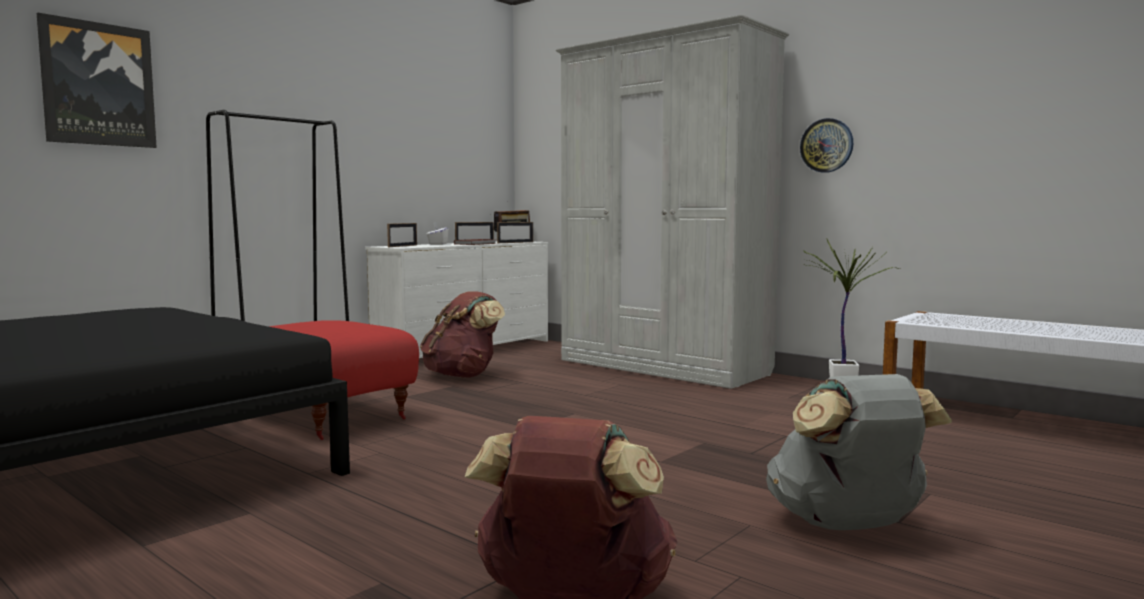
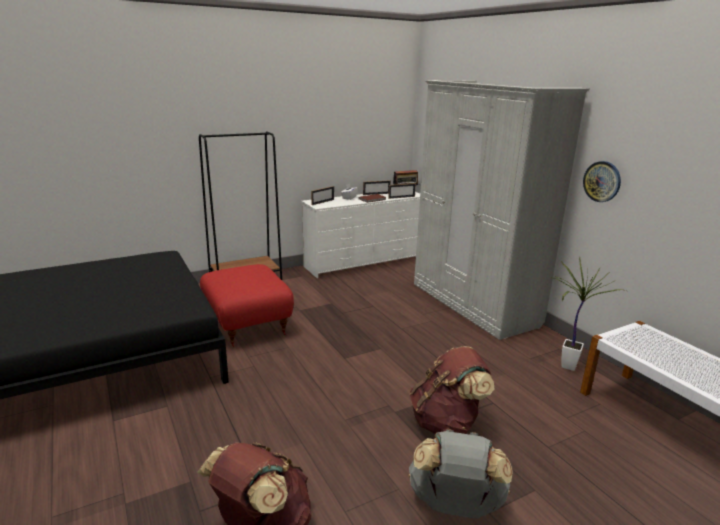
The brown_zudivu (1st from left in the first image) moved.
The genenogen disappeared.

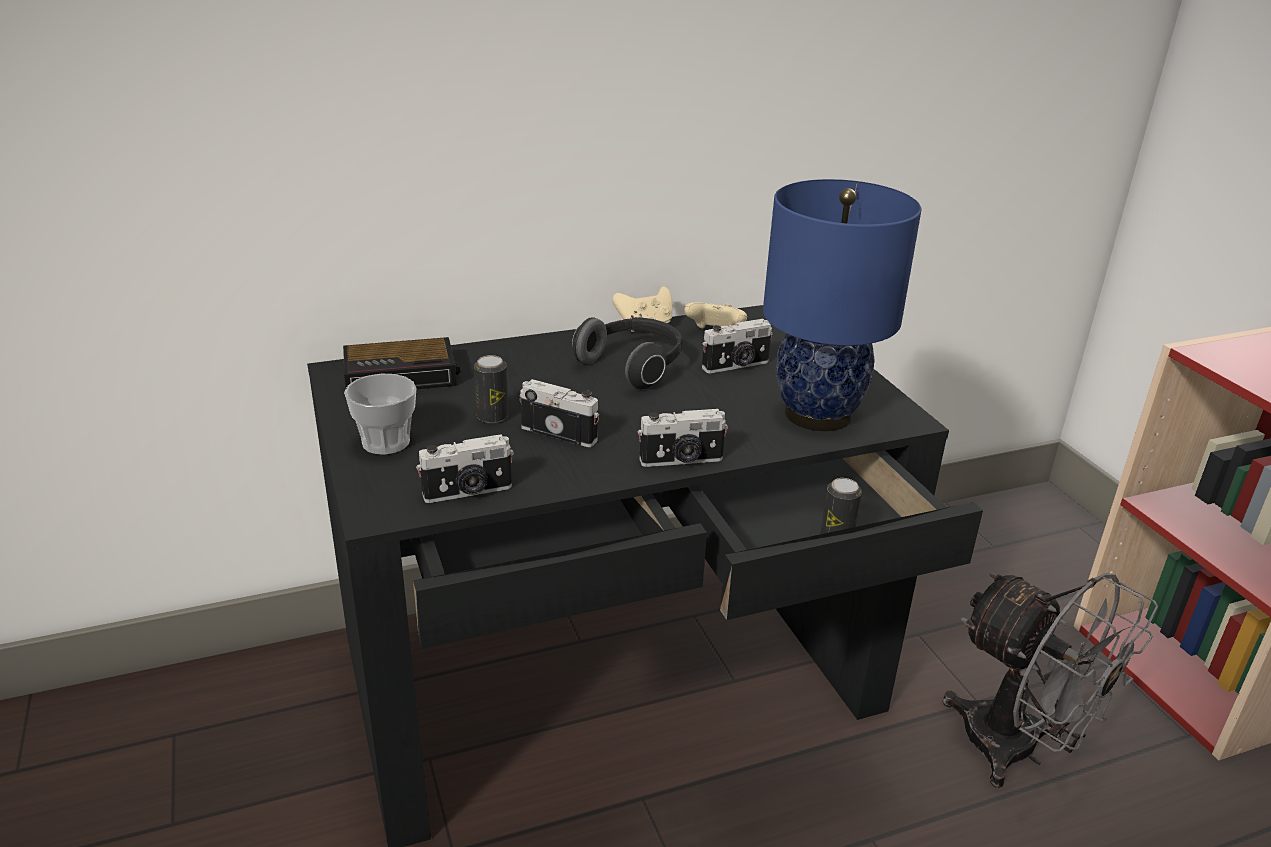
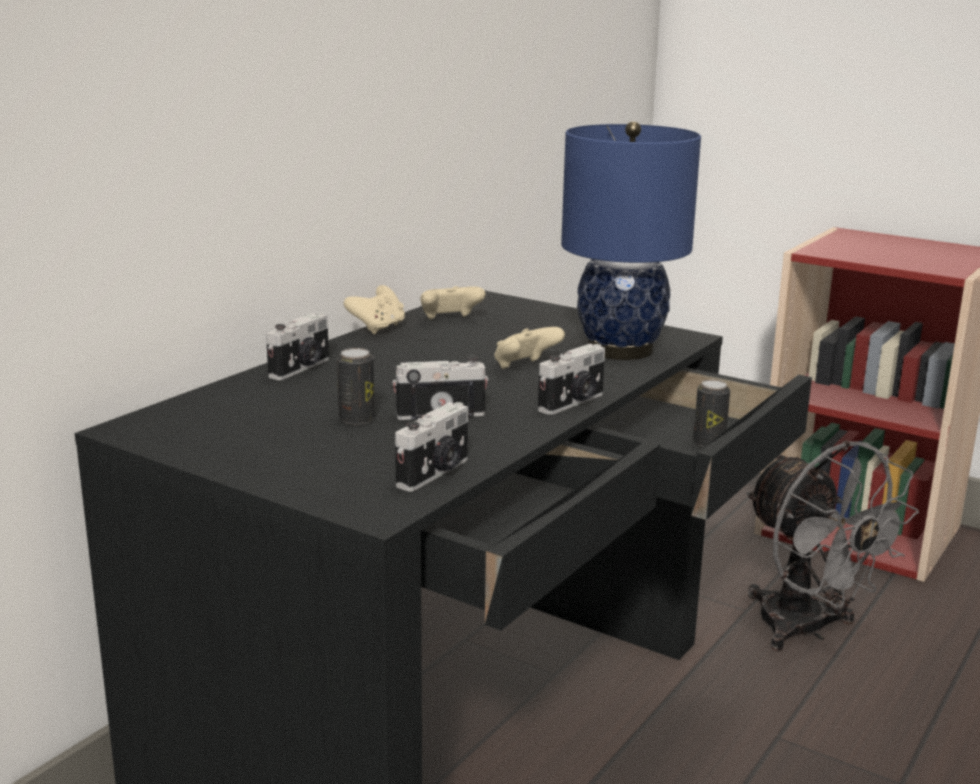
The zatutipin (4th from left in the first image) moved.
The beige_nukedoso (3rd from left) appeared.
The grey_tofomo turned 45 degrees clockwise.
The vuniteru disappeared.
The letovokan disappeared.
The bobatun disappeared.

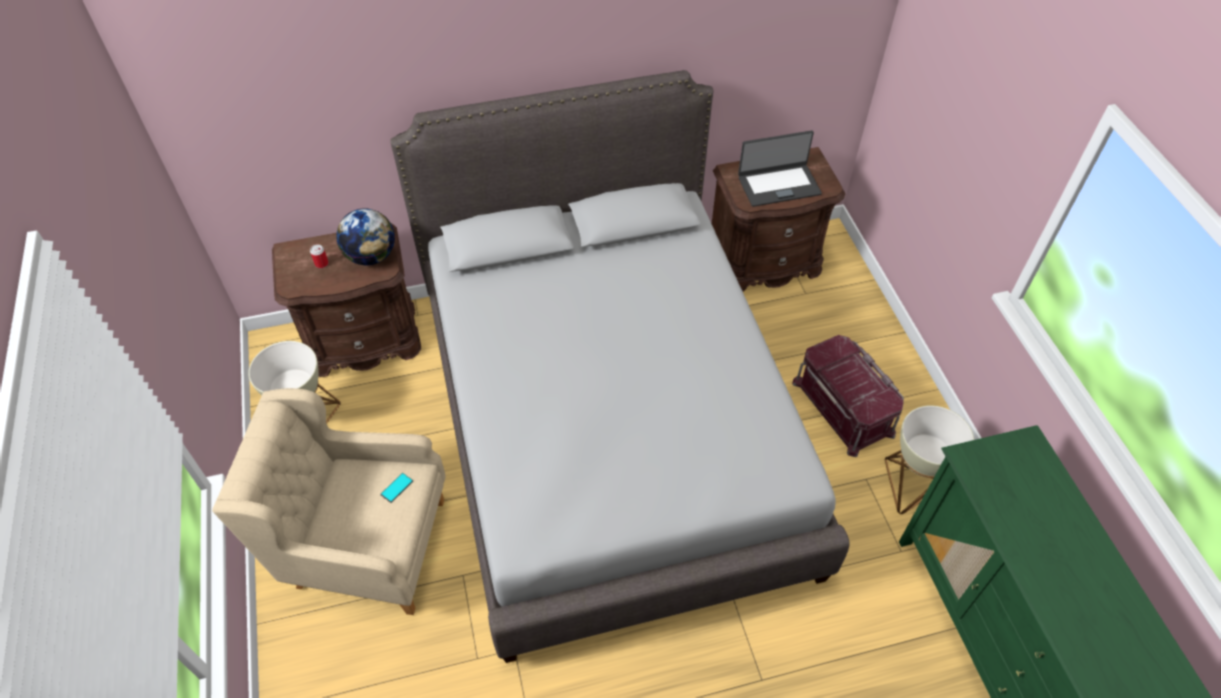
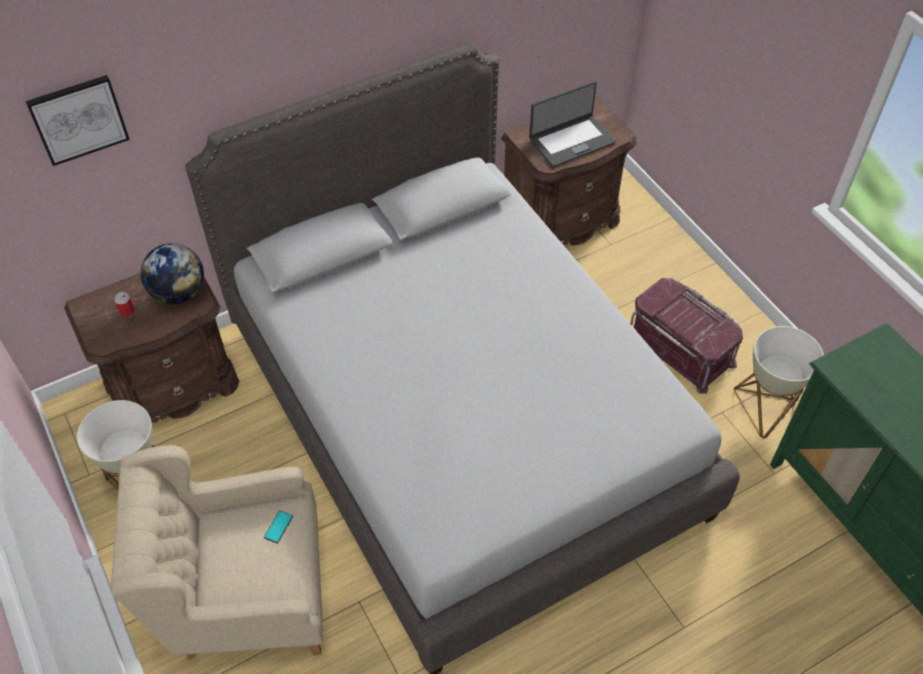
The genenogen appeared.

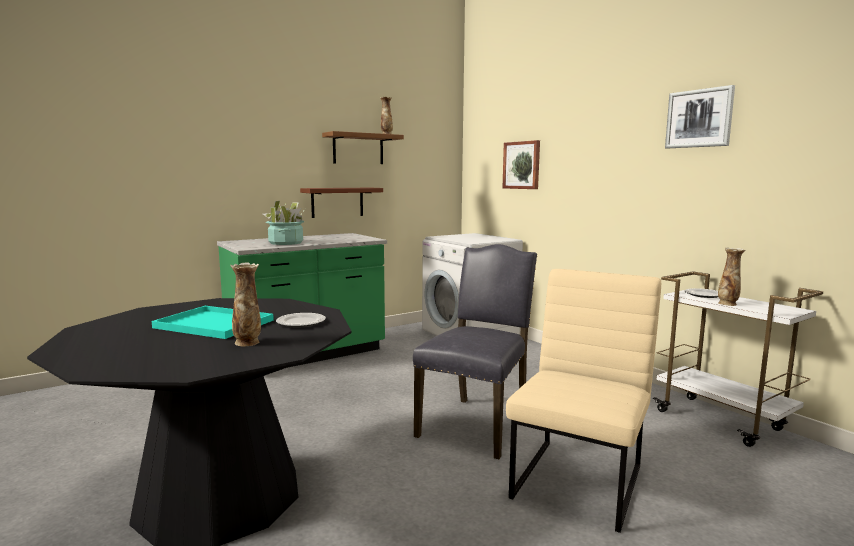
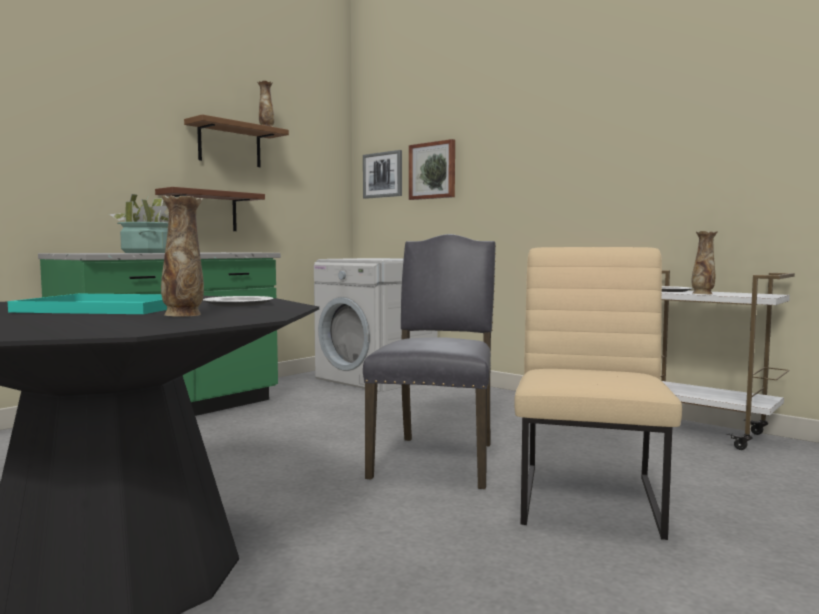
The genenogen (2nd from left in the first image) moved.

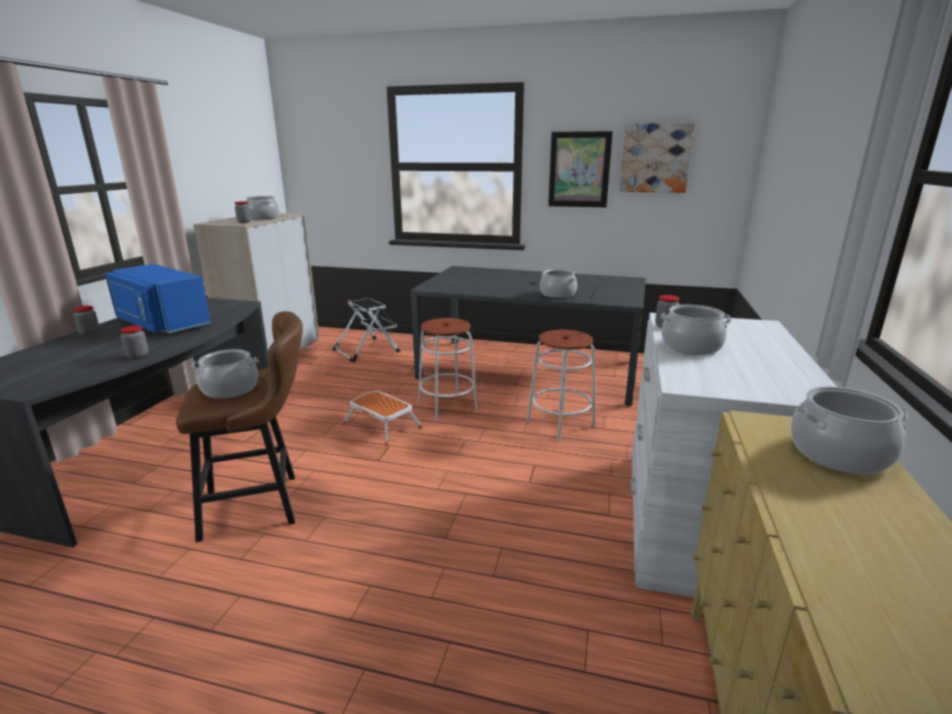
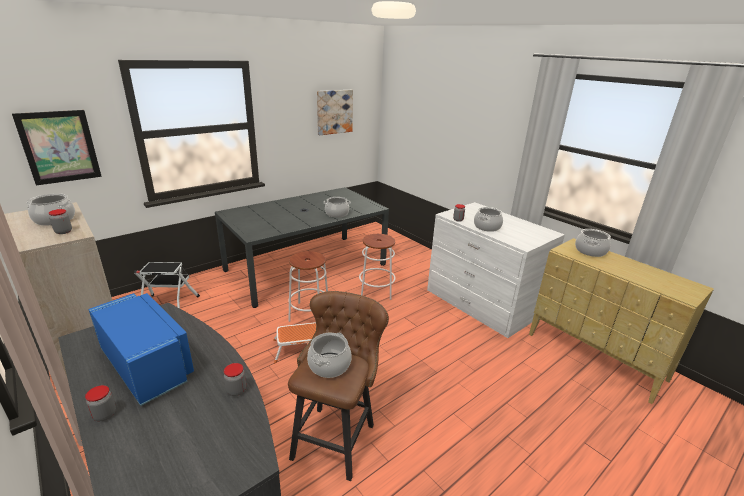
The genenogen (1st from left) moved.
The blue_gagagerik turned 120 degrees counterclockwise.

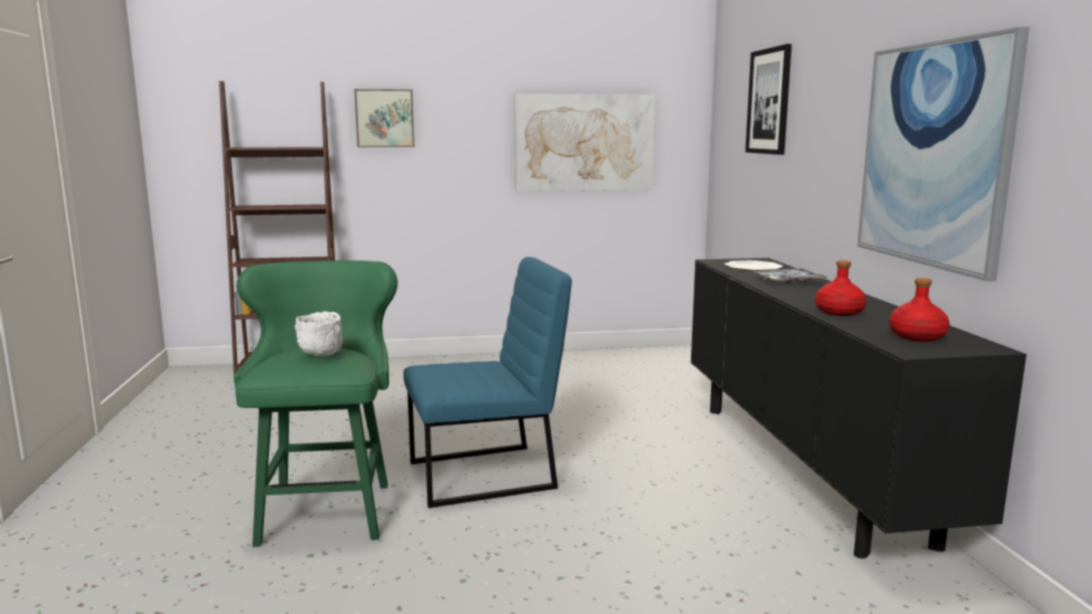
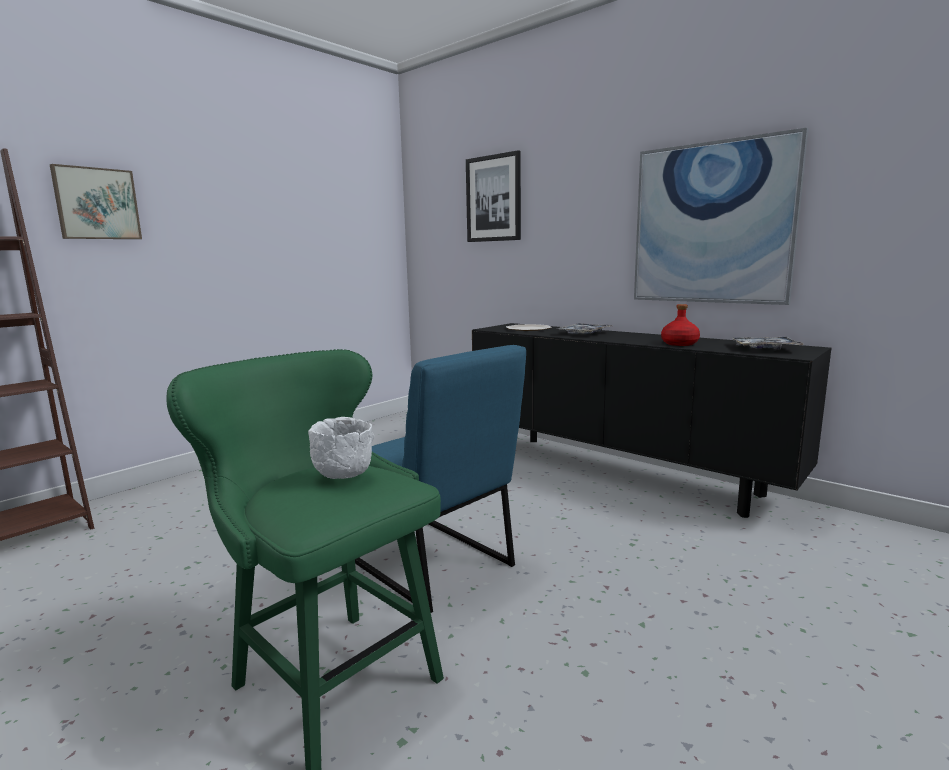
The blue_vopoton turned 105 degrees clockwise.
The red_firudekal (2nd from left) was replaced by the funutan (2nd from left).
The genenogen (2nd from left) disappeared.

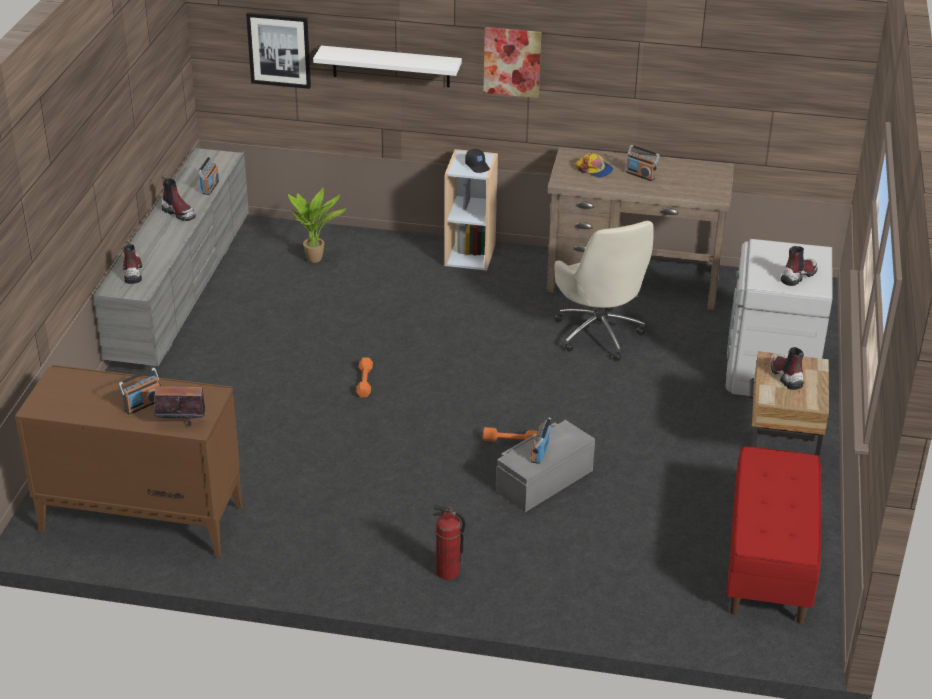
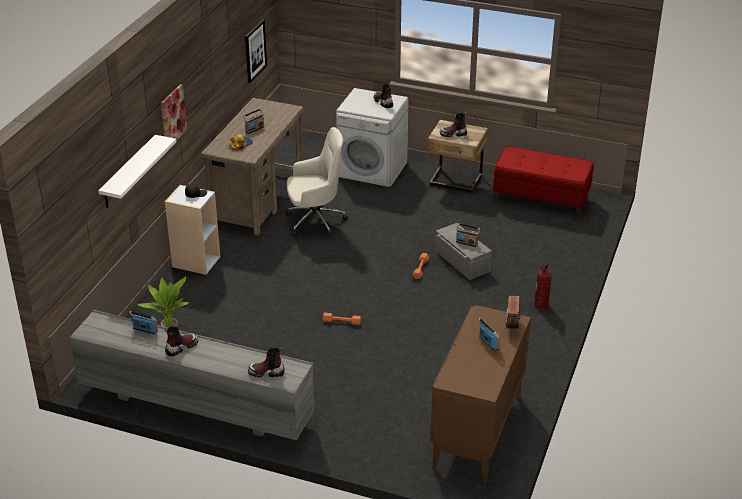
The genenogen (1st from left in the first image) moved.

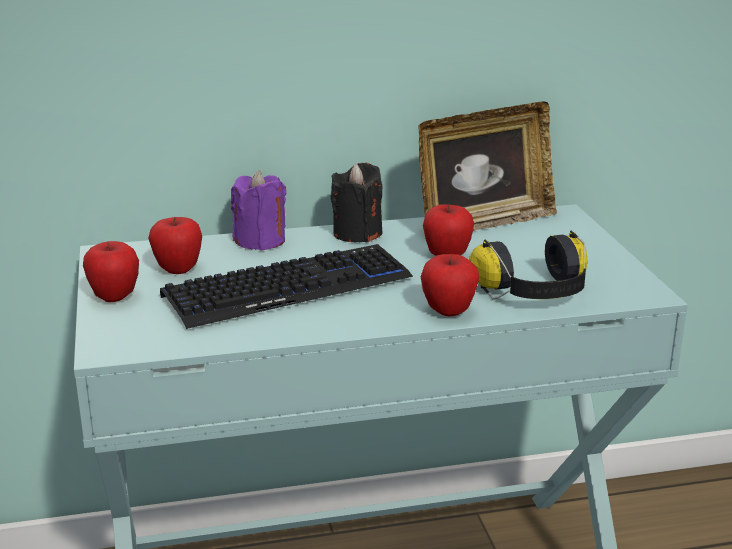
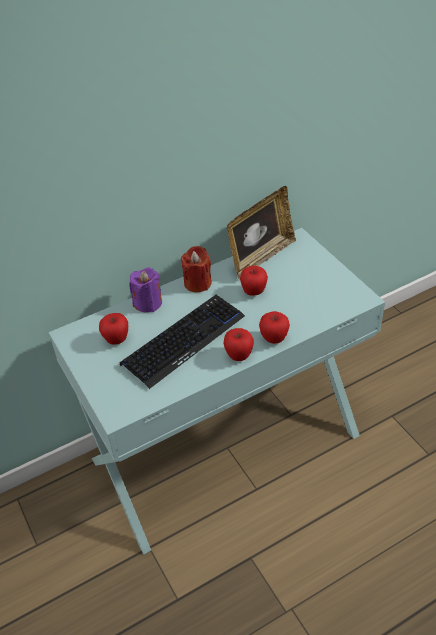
The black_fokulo became the red_fokulo.
The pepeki (1st from left in the first image) moved.
The bobatun disappeared.

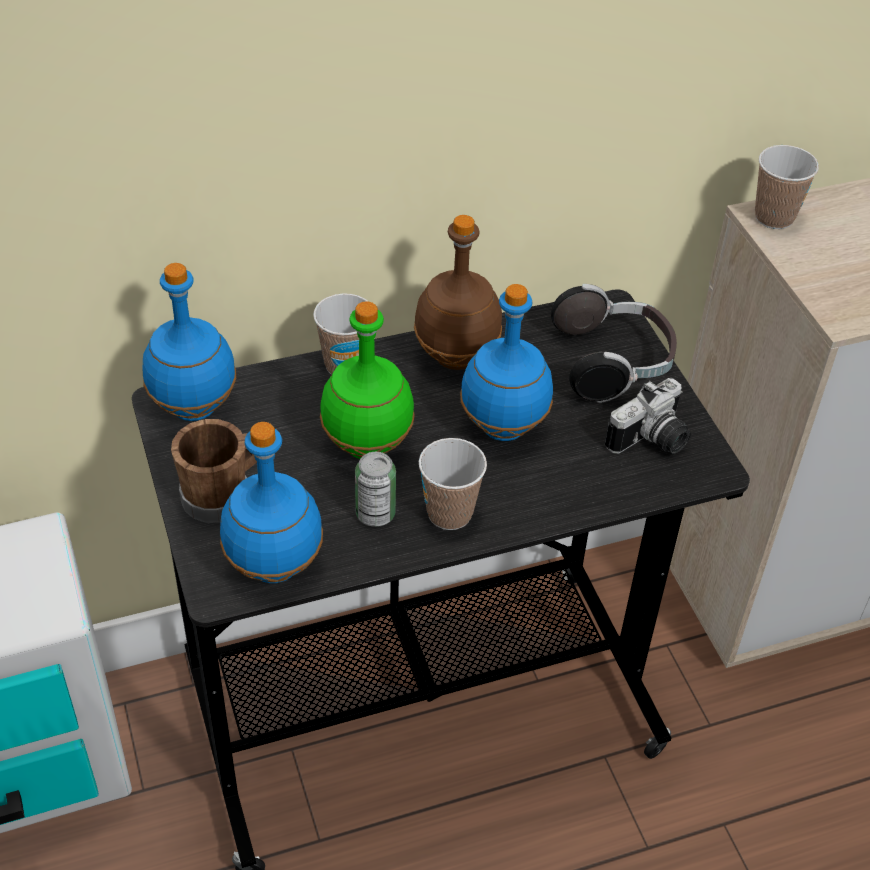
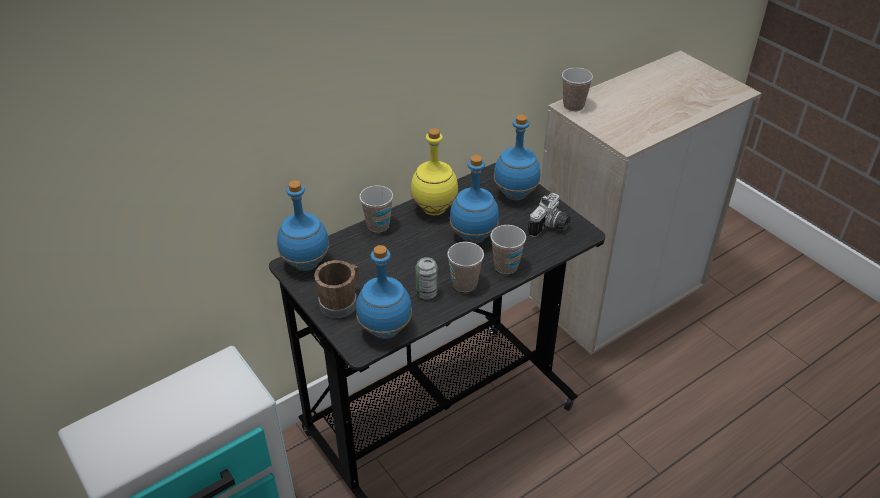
The brown_firudekal became the yellow_firudekal.
The letovokan (3rd from left) appeared.
The bobatun was replaced by the blue_firudekal (4th from left).
The green_firudekal disappeared.

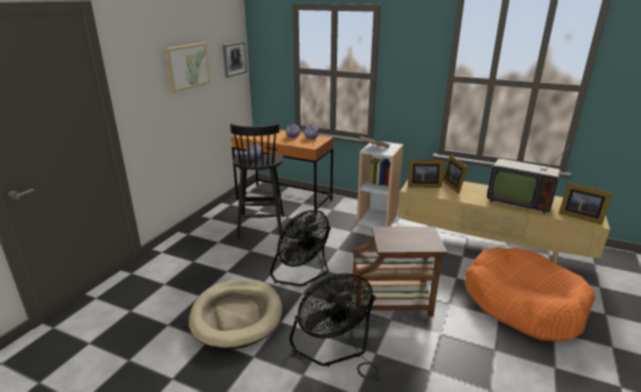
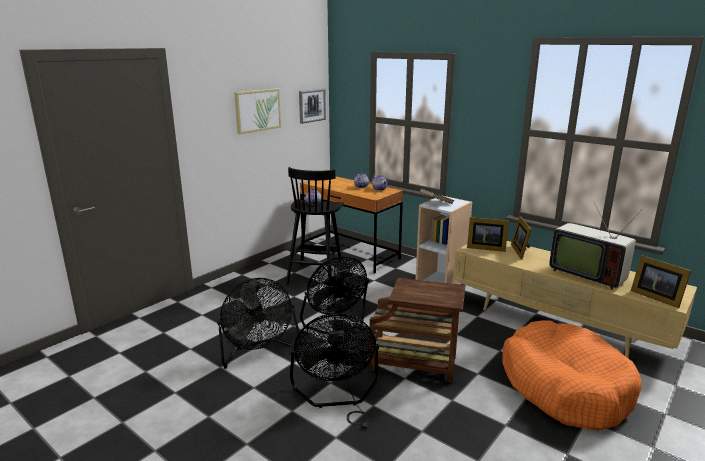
The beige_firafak was replaced by the black_tofomo (1st from left).

